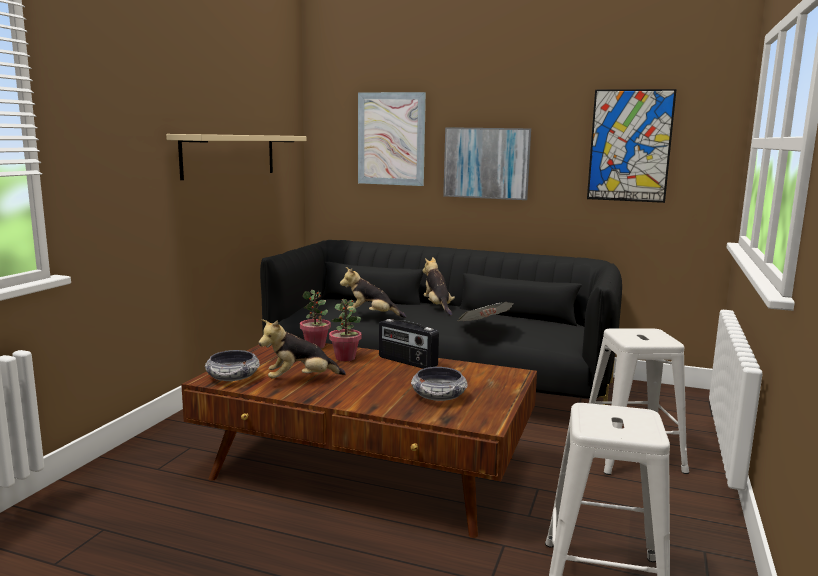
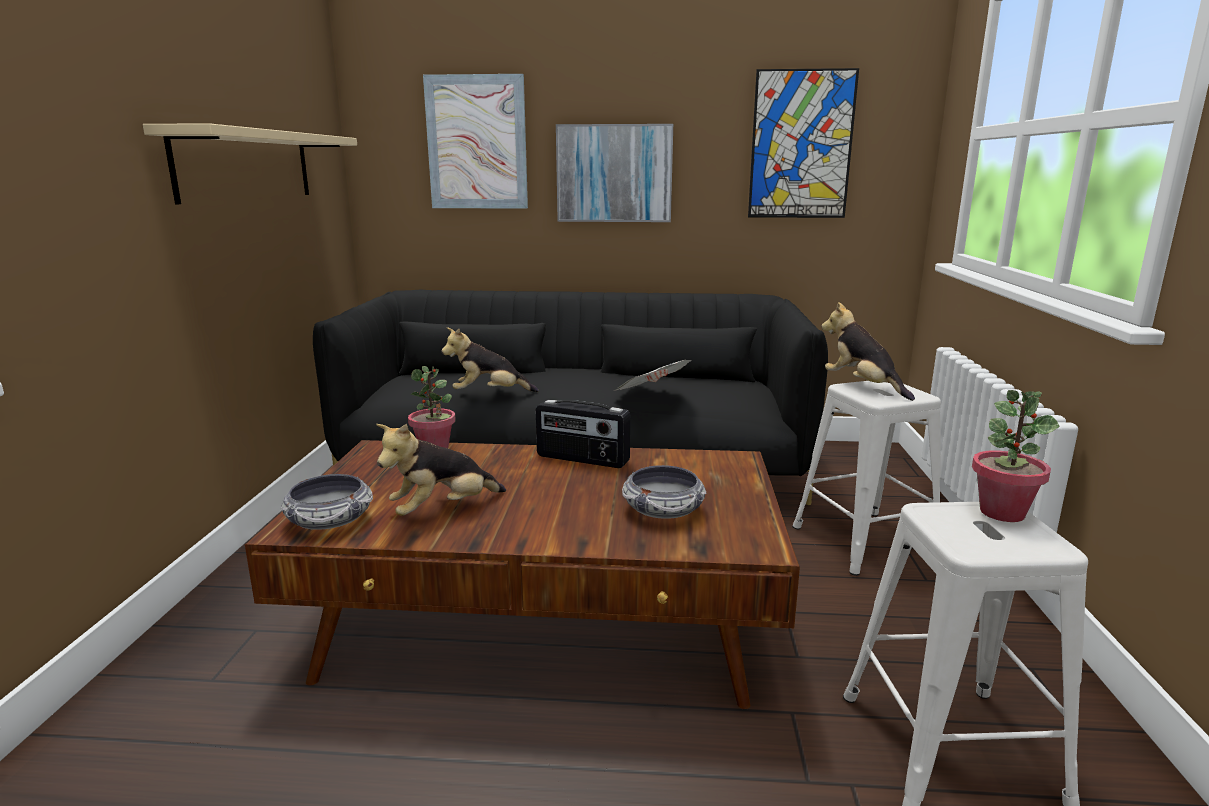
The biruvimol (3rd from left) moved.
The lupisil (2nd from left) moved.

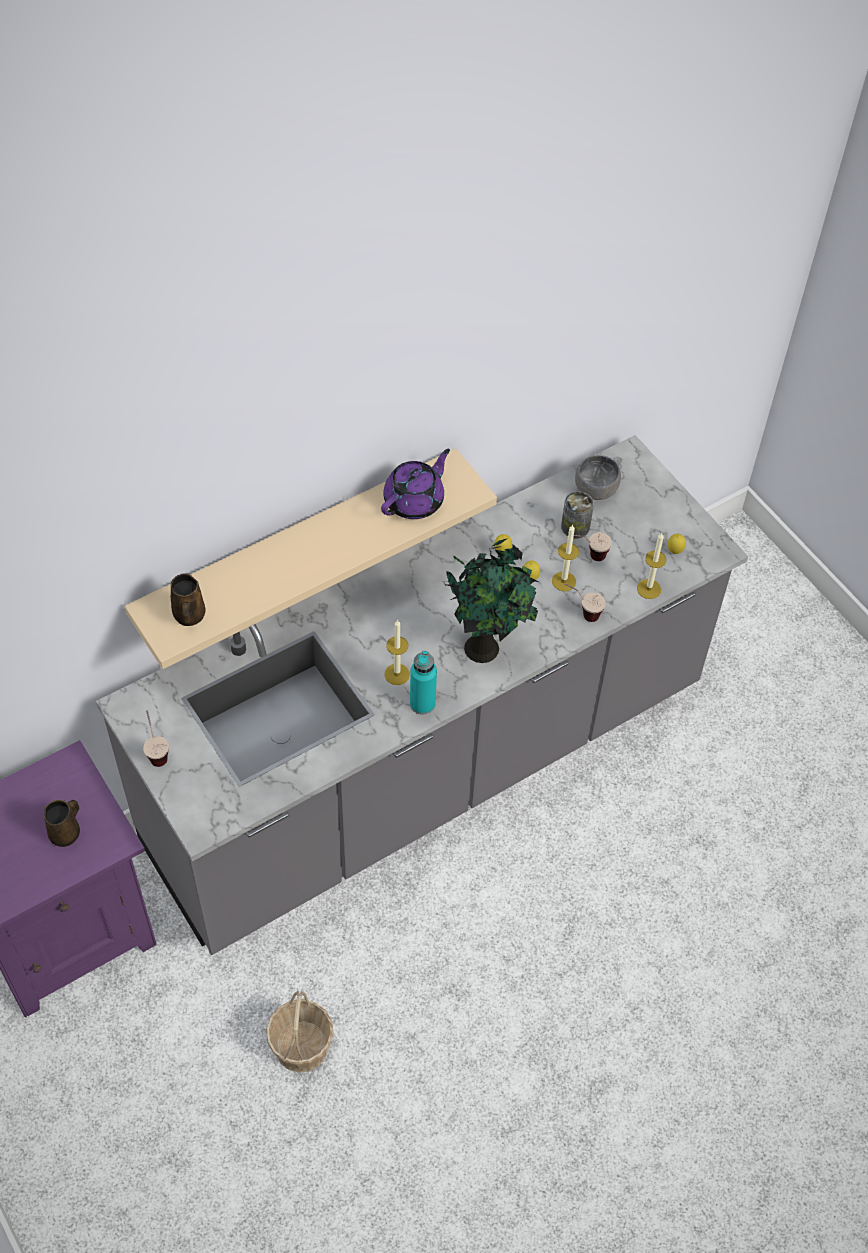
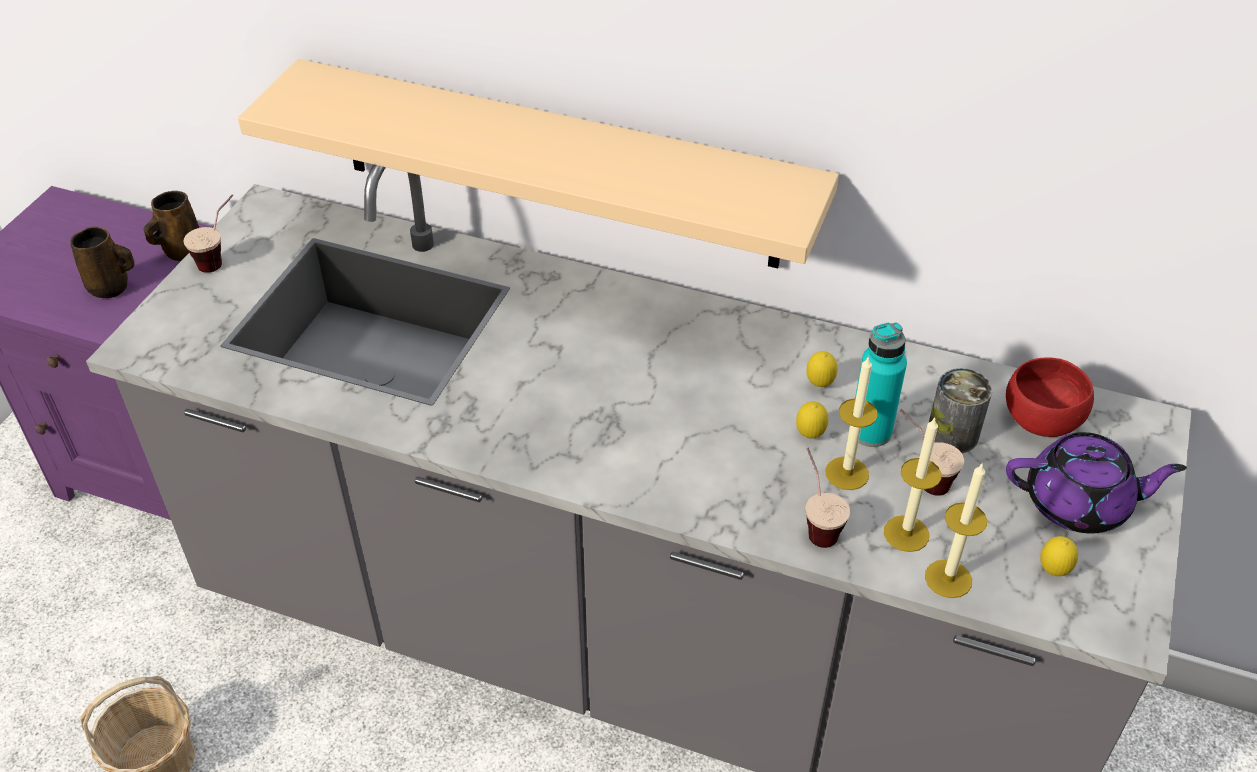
The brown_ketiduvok (2nd from left) moved.
The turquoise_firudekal moved.
The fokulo (1st from left in the first image) moved.
The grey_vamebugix became the red_vamebugix.
The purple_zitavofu moved.
The lupisil disappeared.

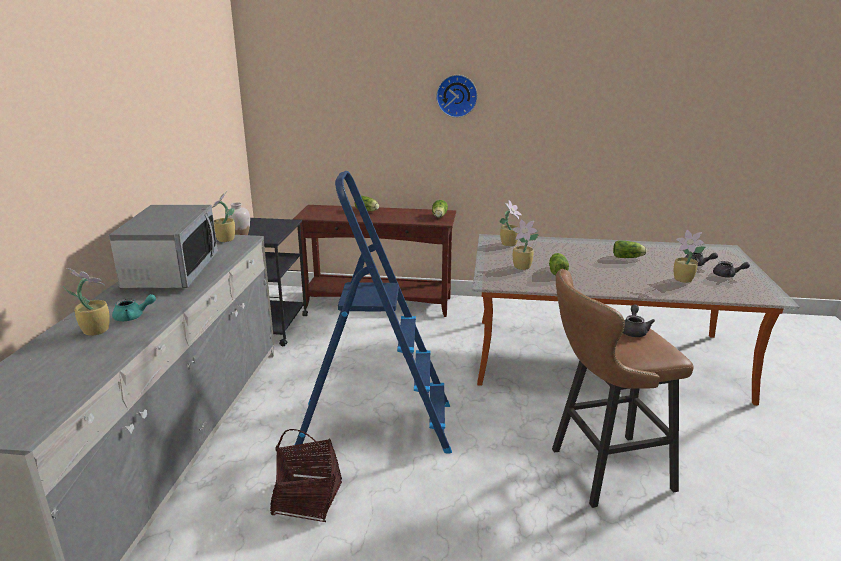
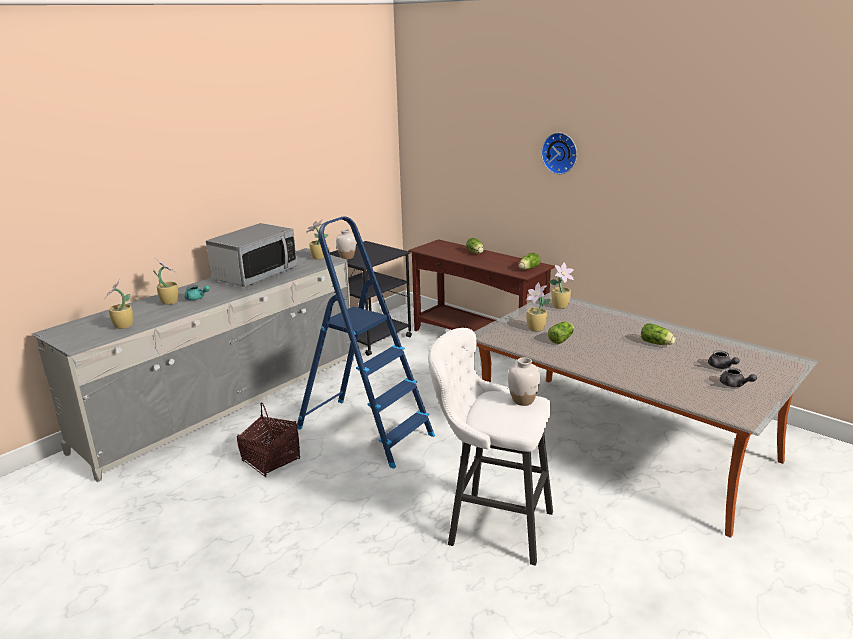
The lupisil (5th from left in the first image) moved.
The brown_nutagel became the white_nutagel.
The grey_zitavofu (1st from left) was replaced by the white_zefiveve (2nd from left).

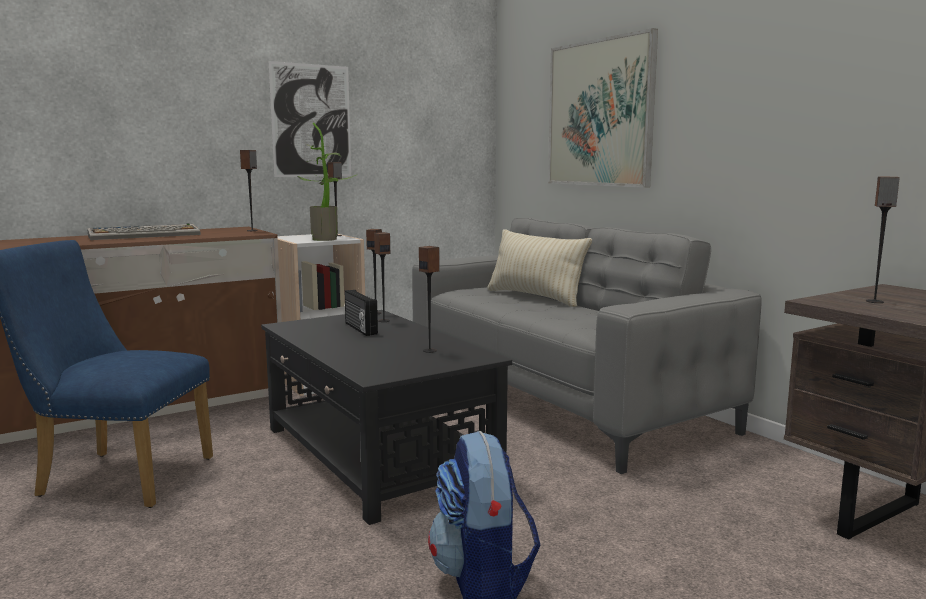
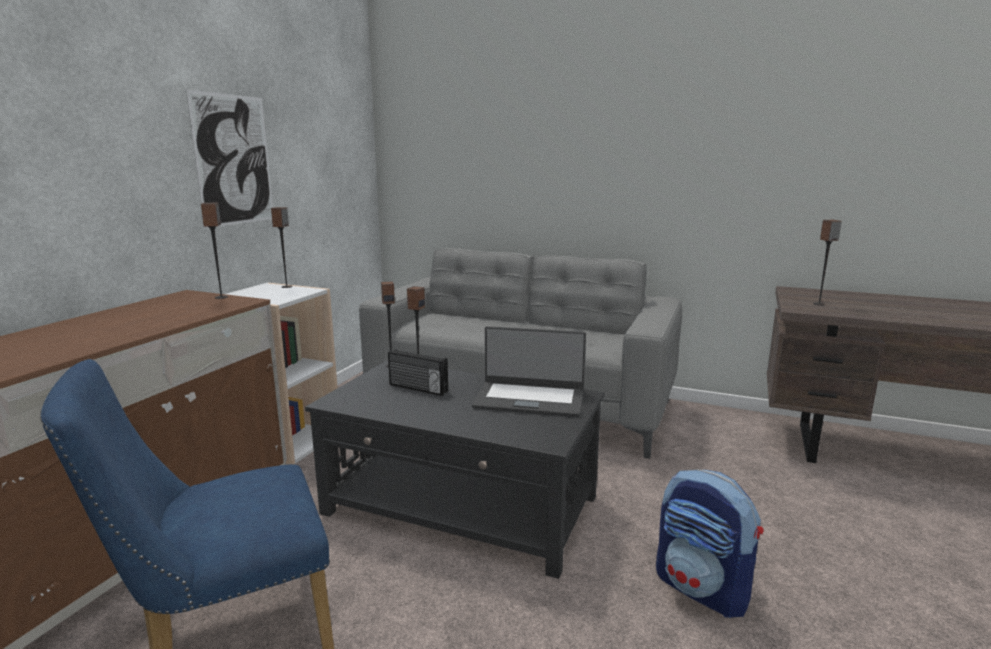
The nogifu (5th from left) was replaced by the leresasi.
The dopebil disappeared.
The lupisil disappeared.
The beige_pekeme disappeared.
The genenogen (2nd from left) disappeared.

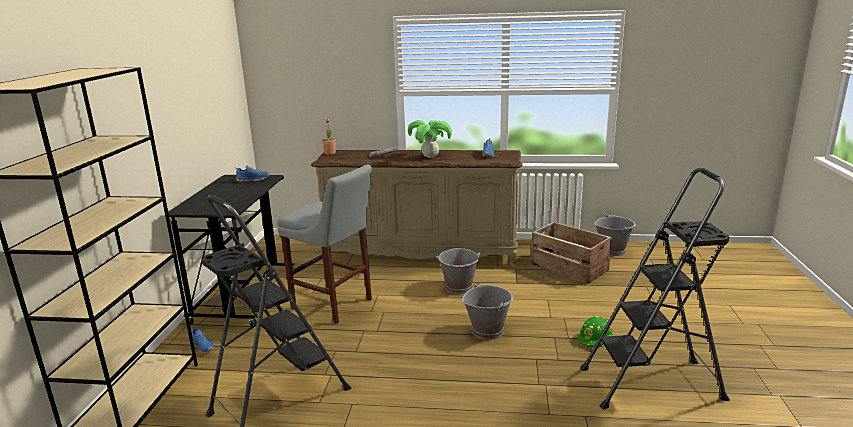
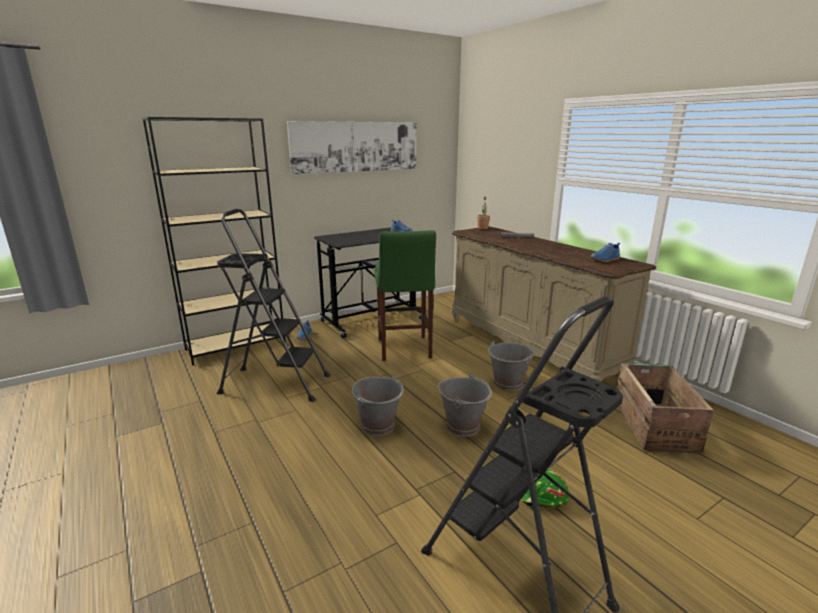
The genenogen appeared.
The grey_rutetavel (3rd from left in the first image) moved.
The grey_nutagel became the green_nutagel.
The lupisil (2nd from left) disappeared.

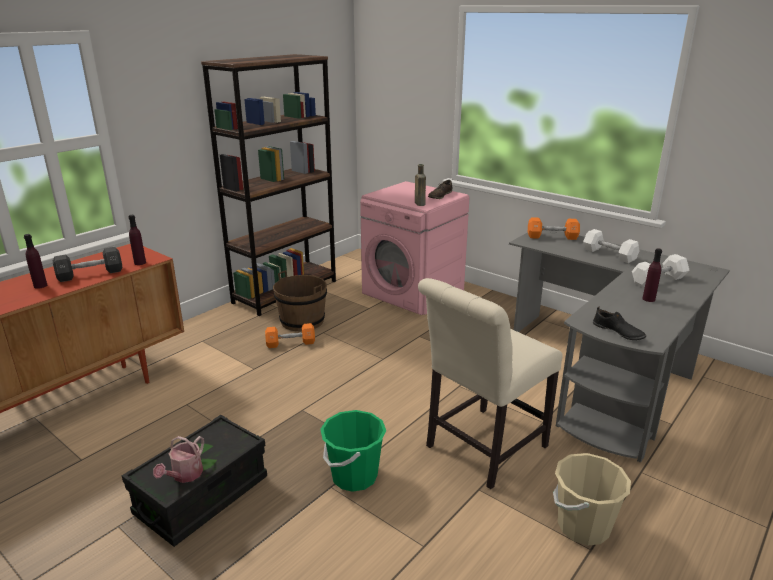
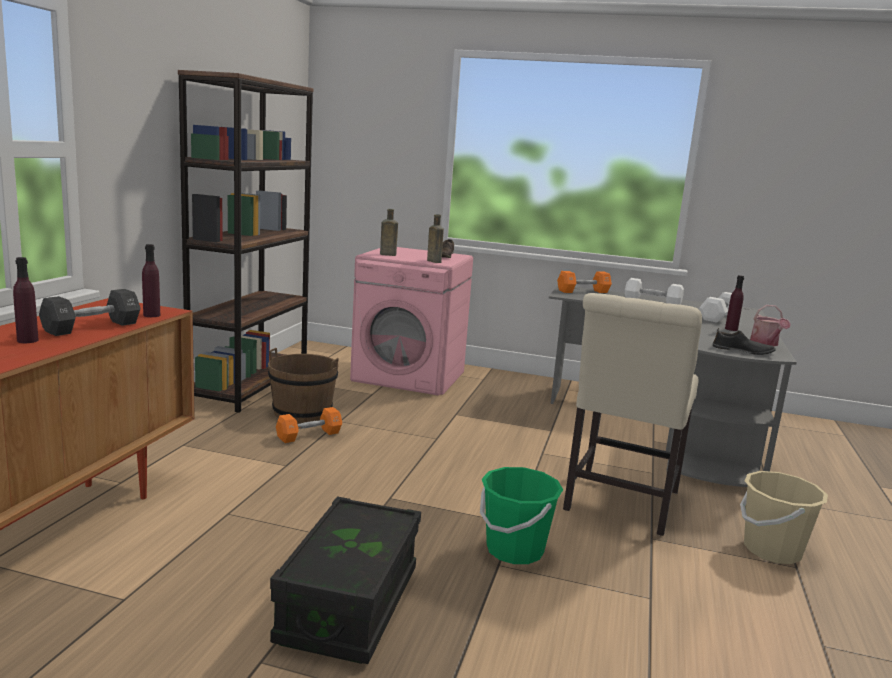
The brown_firudekal (1st from left) appeared.
The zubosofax moved.

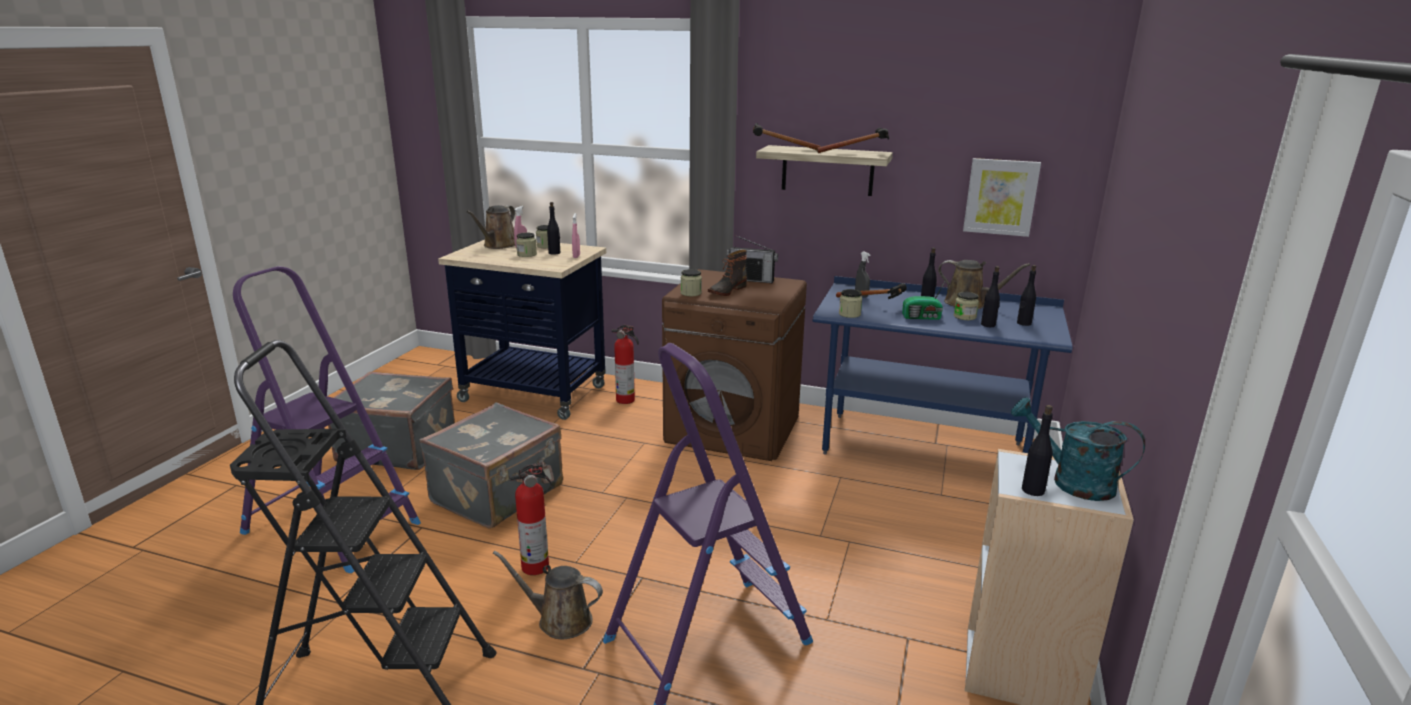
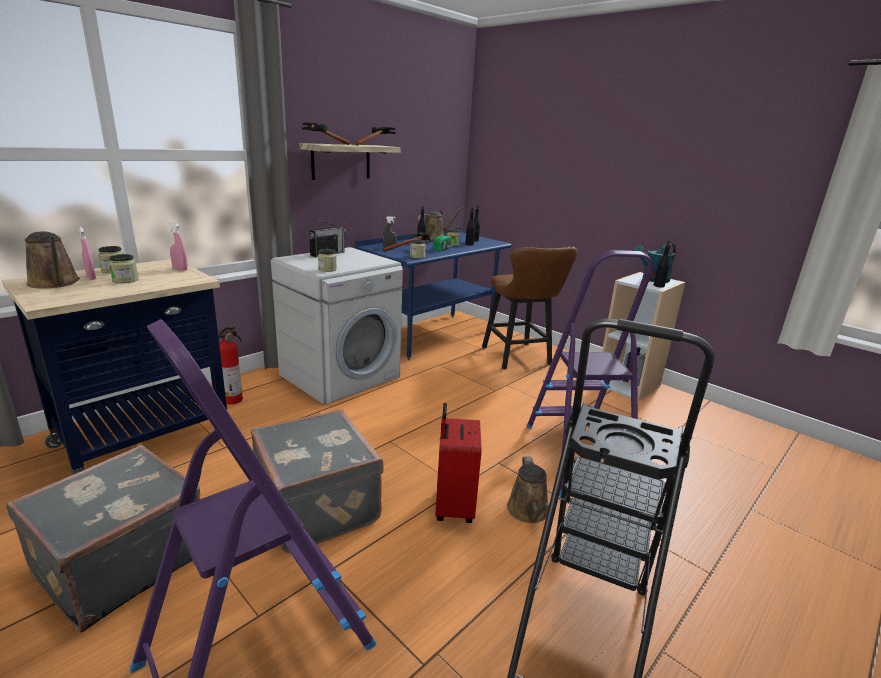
The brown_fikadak became the white_fikadak.
The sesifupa (1st from left) was replaced by the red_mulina.
The brown_nutagel appeared.
The brown_zubosofax (2nd from left in the first image) turned 45 degrees counterclockwise.
The black_firudekal (1st from left) disappeared.
The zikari disappeared.
The genenogen disappeared.

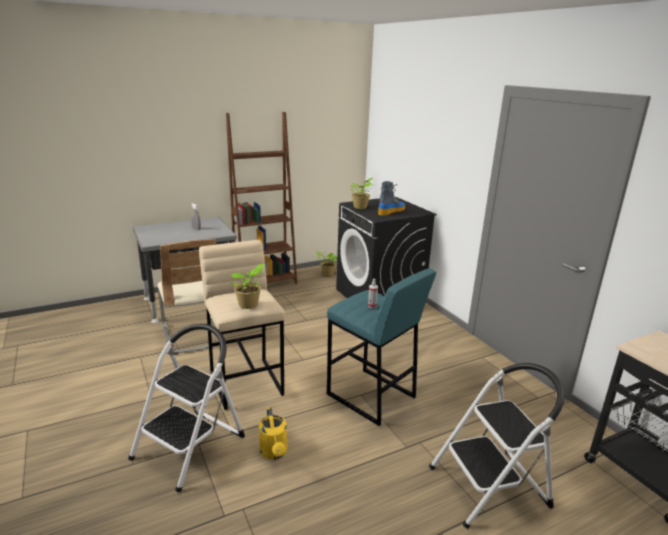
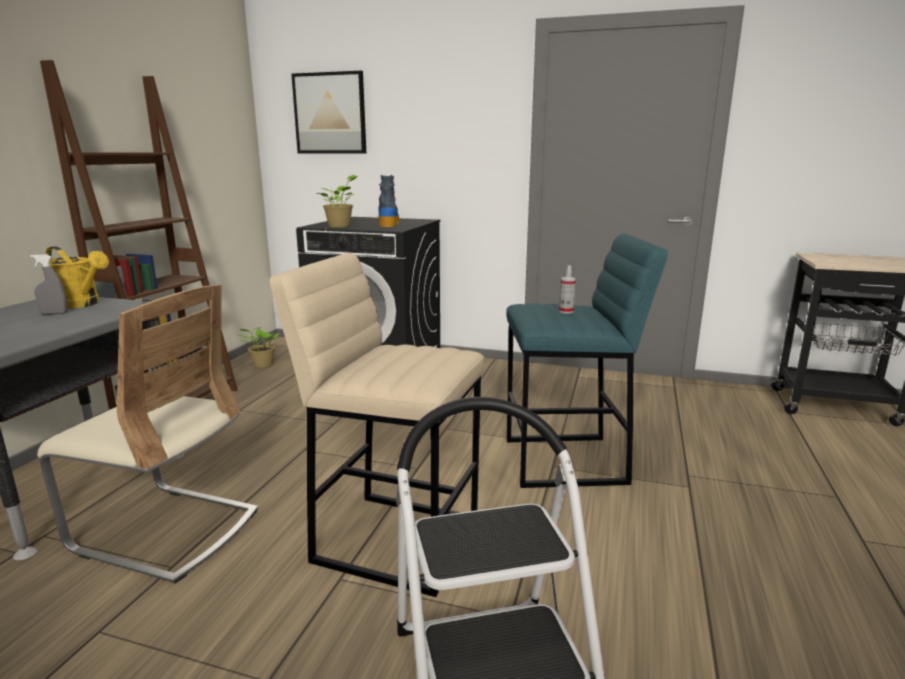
The yellow_zubosofax moved.
The genenogen appeared.
The lupisil (1st from left) disappeared.
The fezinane (2nd from left) disappeared.

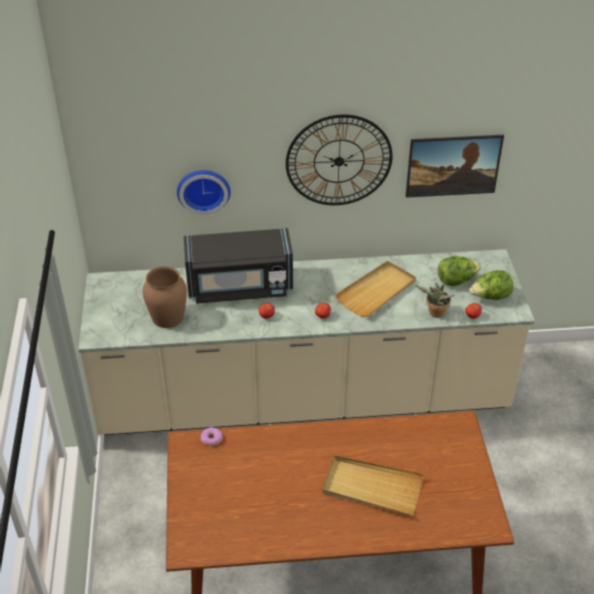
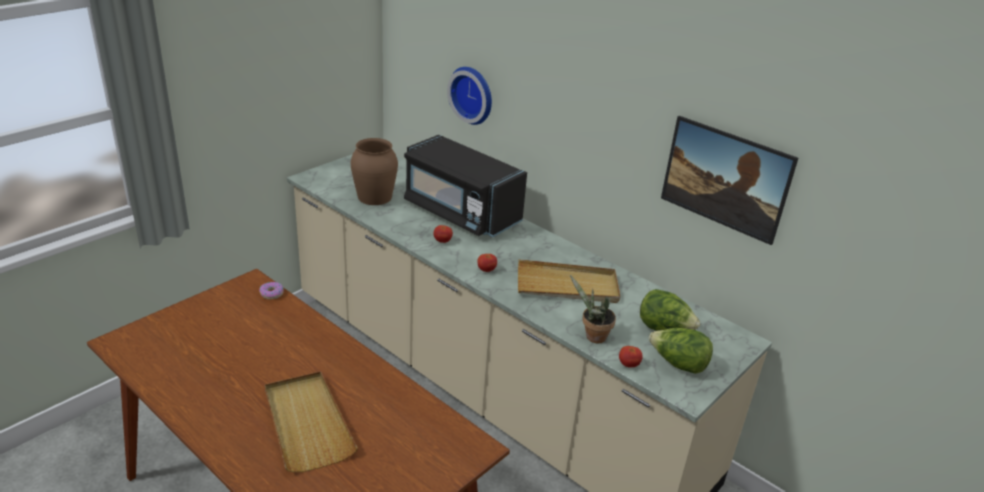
The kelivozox (2nd from left) disappeared.

